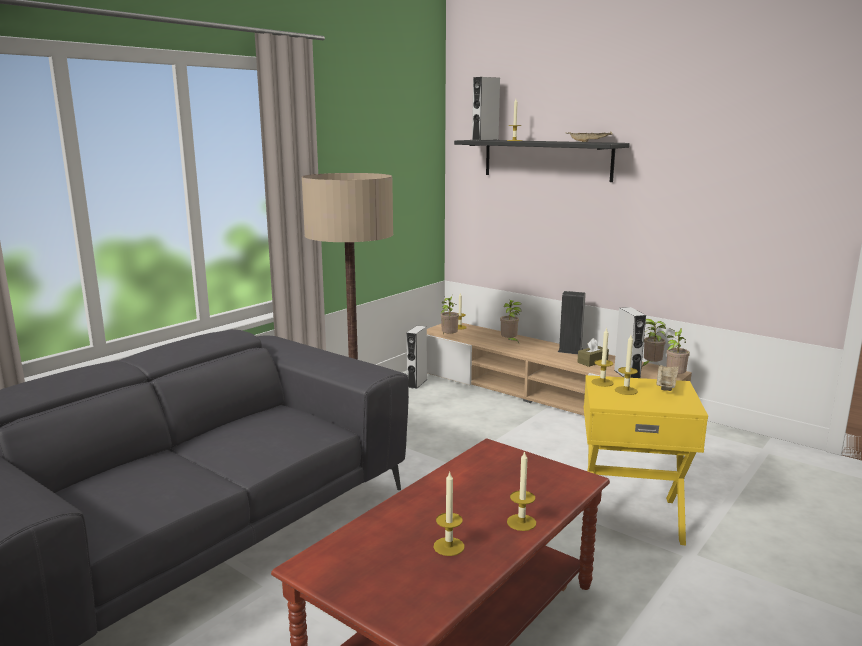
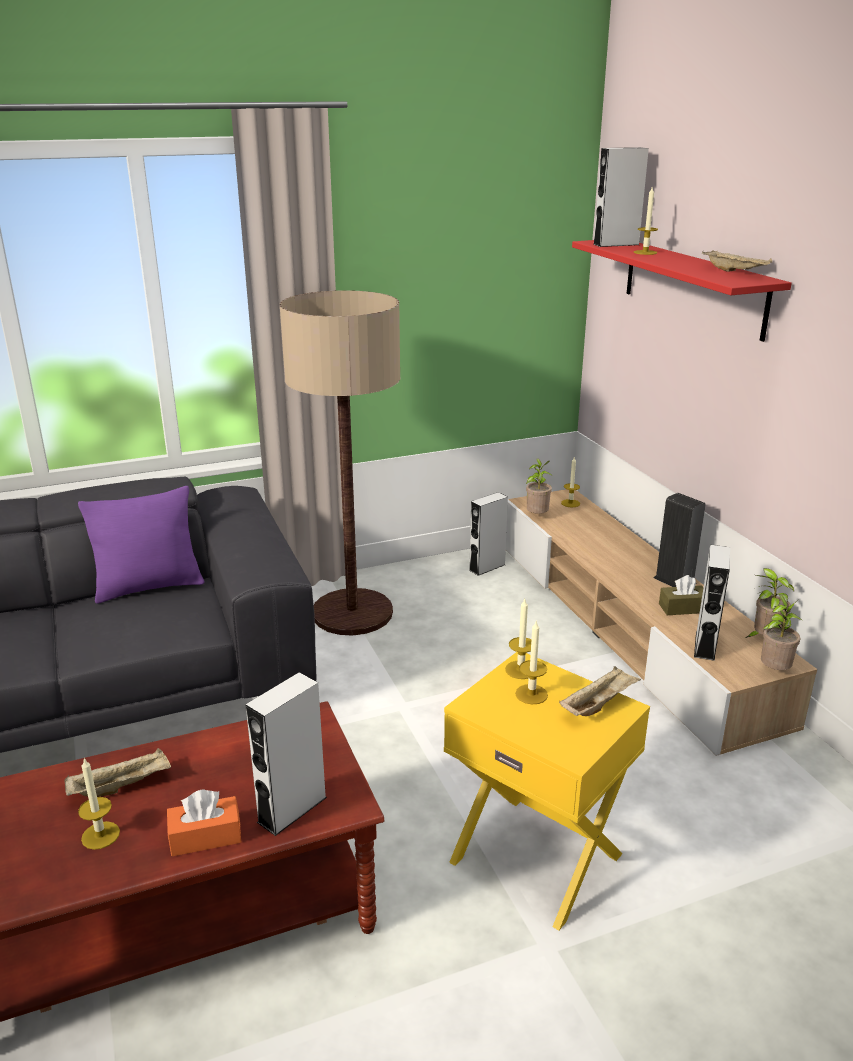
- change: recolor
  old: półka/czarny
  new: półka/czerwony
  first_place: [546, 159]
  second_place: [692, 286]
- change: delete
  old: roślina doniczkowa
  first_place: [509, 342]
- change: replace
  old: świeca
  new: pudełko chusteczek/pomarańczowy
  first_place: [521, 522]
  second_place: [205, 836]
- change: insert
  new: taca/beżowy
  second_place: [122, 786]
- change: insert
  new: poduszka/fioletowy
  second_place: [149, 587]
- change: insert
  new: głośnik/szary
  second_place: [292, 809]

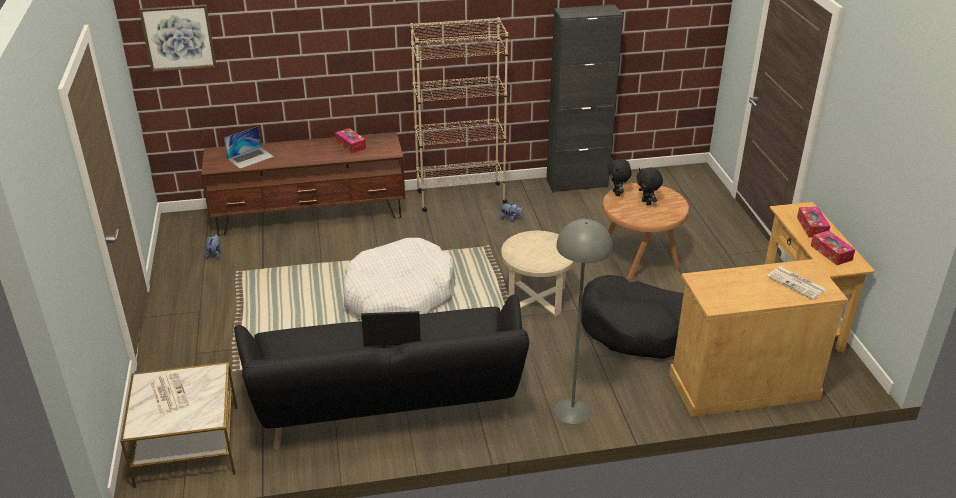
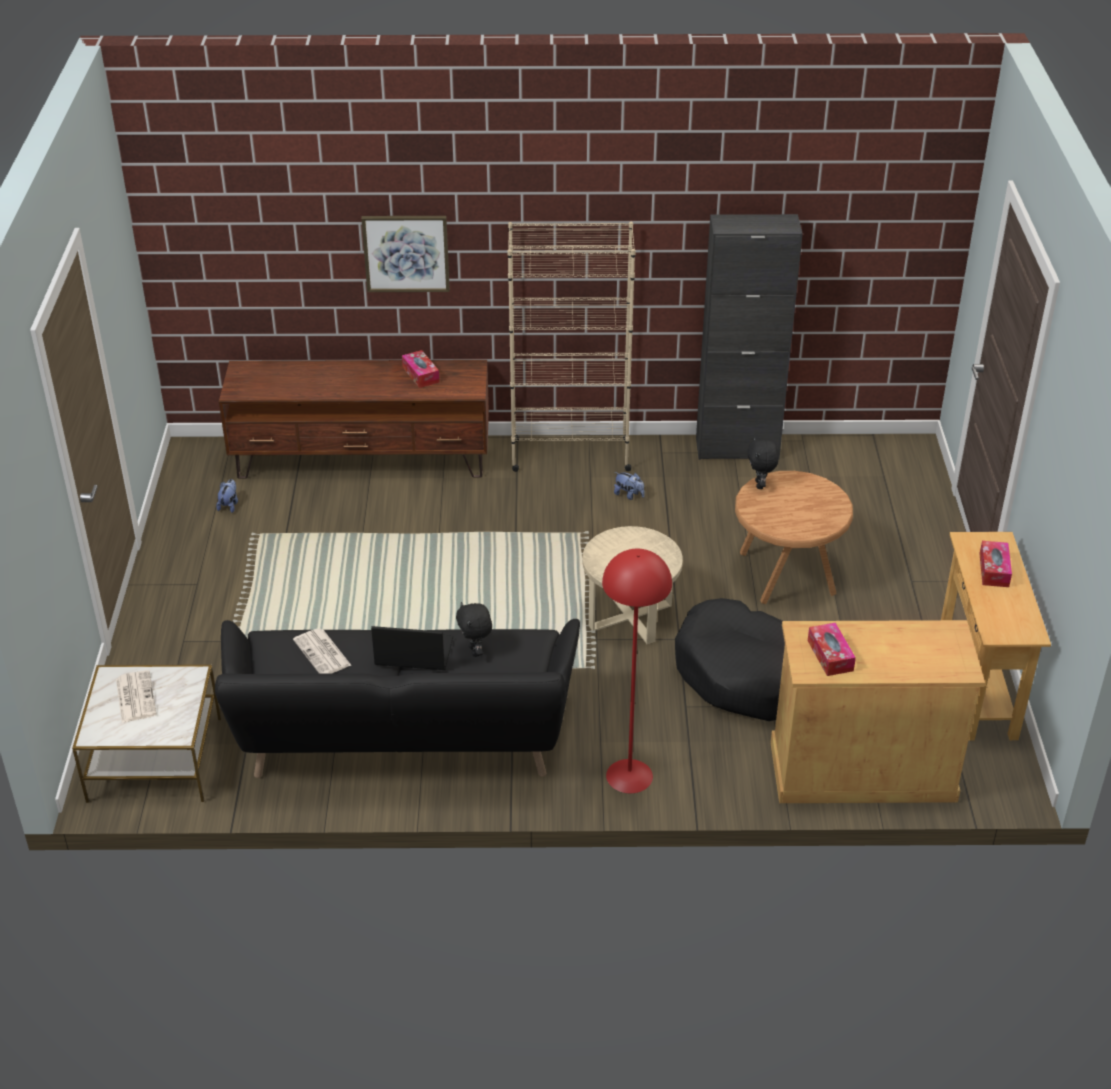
- change: move
  old: obraz
  first_place: [178, 37]
  second_place: [406, 253]
- change: delete
  old: laptop
  first_place: [250, 157]
- change: delete
  old: legowisko/biały
  first_place: [398, 295]
- change: recolor
  old: lampa stojąca/szary
  new: lampa stojąca/czerwony
  first_place: [572, 411]
  second_place: [629, 776]
- change: move
  old: pluszak/czarny
  first_place: [647, 202]
  second_place: [475, 651]
- change: move
  old: gazeta
  first_place: [797, 283]
  second_place: [323, 653]
- change: move
  old: pudełko chusteczek
  first_place: [831, 253]
  second_place: [830, 655]

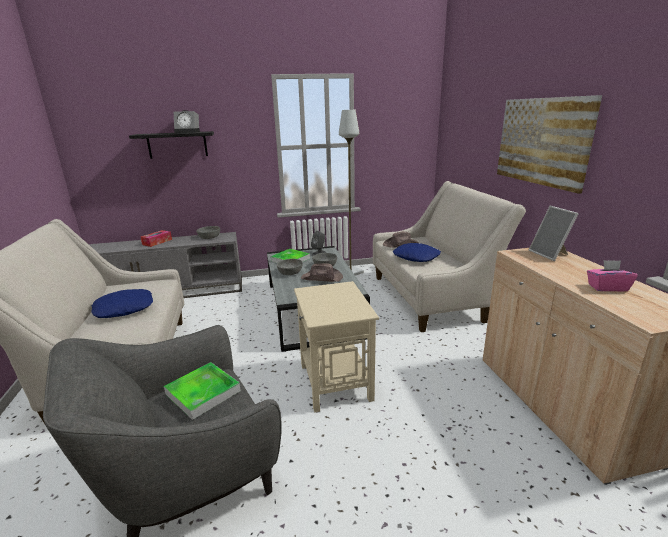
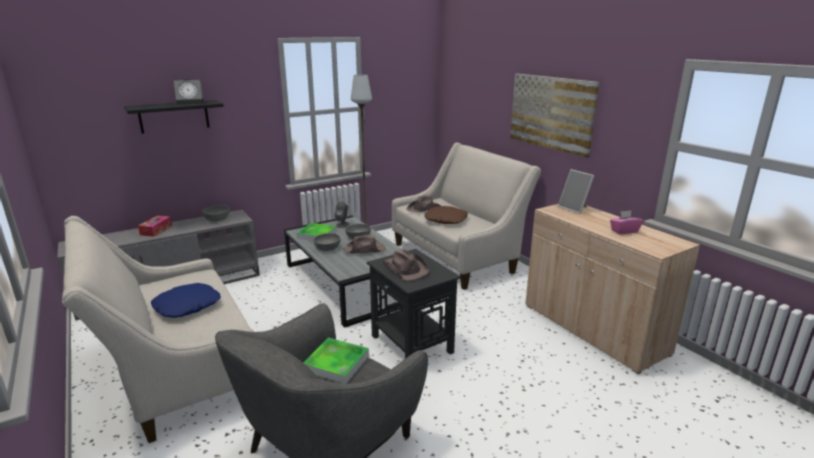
- change: recolor
  old: stolik/beżowy
  new: stolik/czarny
  first_place: [335, 382]
  second_place: [412, 344]
- change: recolor
  old: poduszka/niebieski
  new: poduszka/brązowy
  first_place: [416, 257]
  second_place: [446, 219]
- change: insert
  new: kapelusz/brązowy
  second_place: [405, 268]

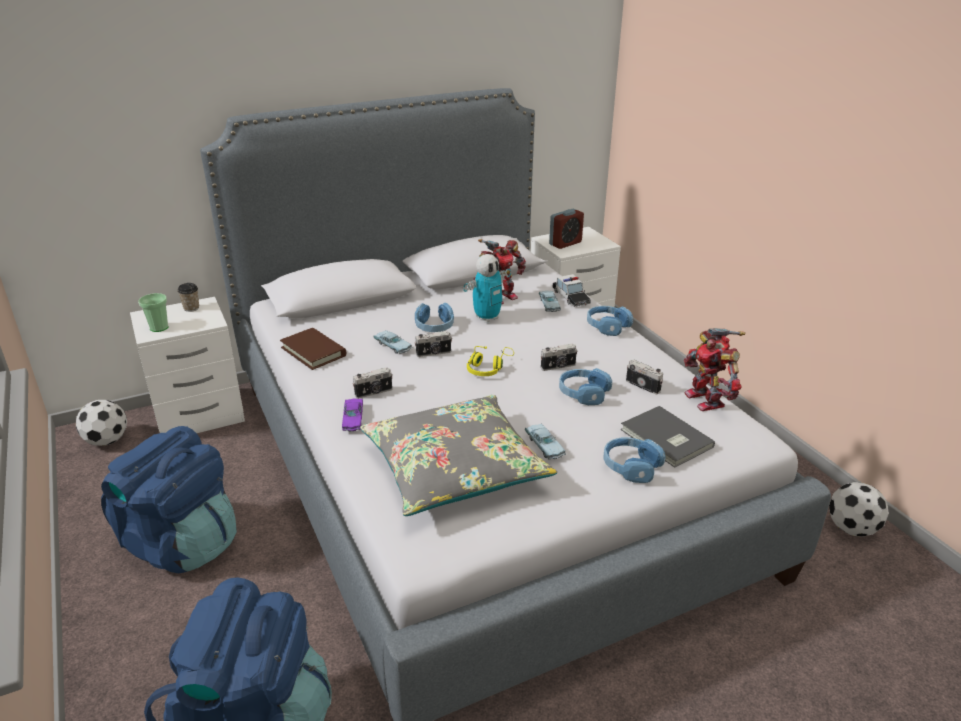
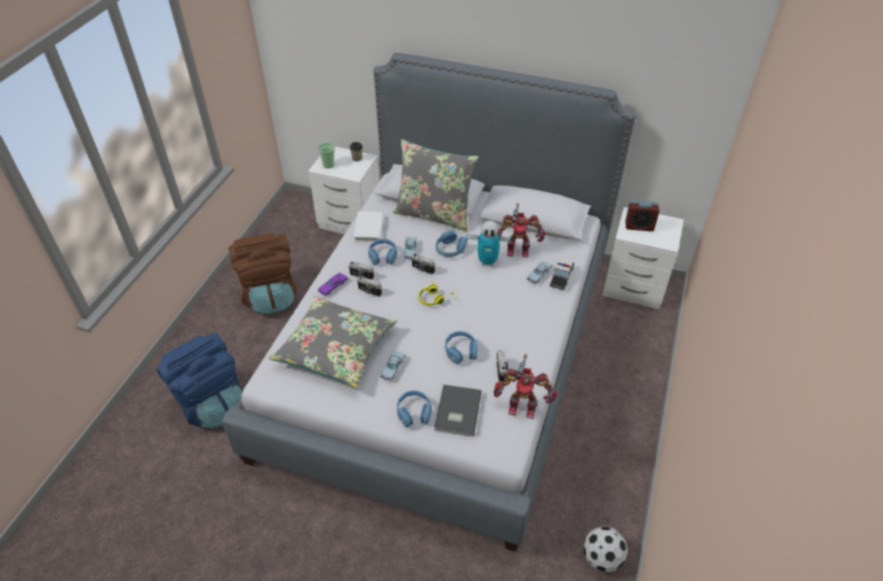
- change: delete
  old: piłka futbolowa
  first_place: [107, 440]
- change: recolor
  old: plecak/niebieski
  new: plecak/brązowy
  first_place: [181, 543]
  second_place: [270, 295]
- change: recolor
  old: książka/brązowy
  new: książka/biały
  first_place: [313, 351]
  second_place: [369, 229]
- change: move
  old: aparat fotograficzny
  first_place: [558, 367]
  second_place: [369, 291]
- change: move
  old: słuchawki/niebieski
  first_place: [607, 326]
  second_place: [383, 256]
- change: rotate
  old: robot zabawkowy
  first_place: [707, 399]
  second_place: [522, 406]
  degrees: -105
- change: insert
  new: poduszka/szary
  second_place: [434, 214]

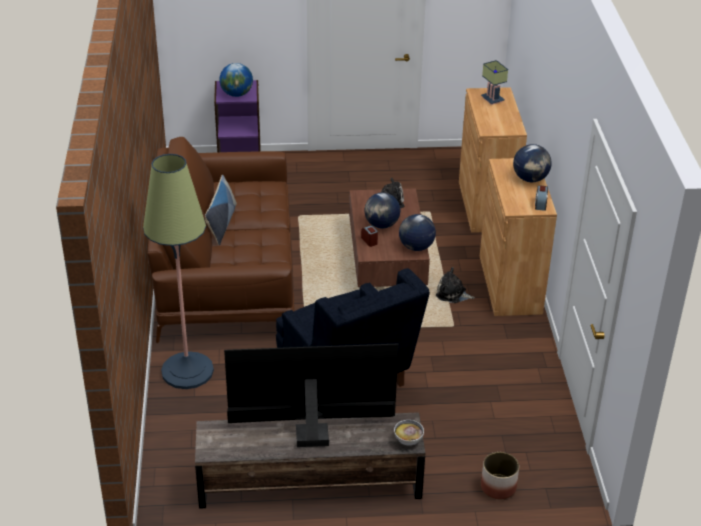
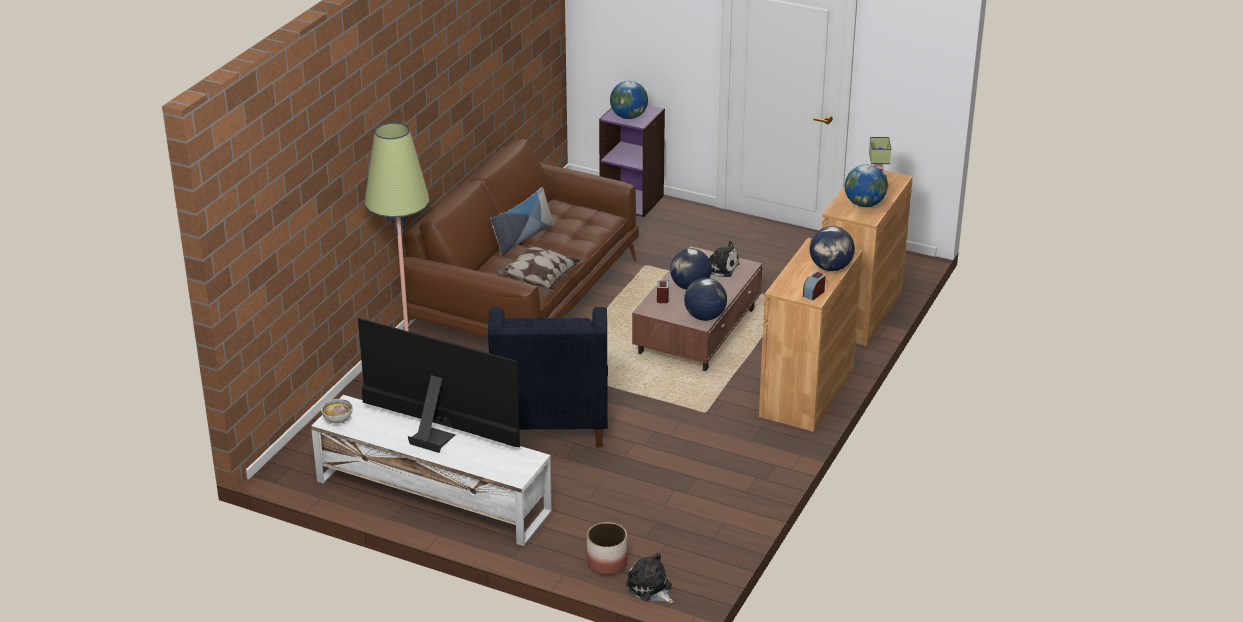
- change: recolor
  old: szafka pod telewizor/brązowy
  new: szafka pod telewizor/biały
  first_place: [308, 482]
  second_place: [432, 495]
- change: move
  old: miska
  first_place: [408, 441]
  second_place: [337, 420]
- change: move
  old: pluszak
  first_place: [452, 294]
  second_place: [650, 588]
- change: insert
  new: poduszka
  second_place: [538, 279]
- change: insert
  new: globus
  second_place: [864, 204]

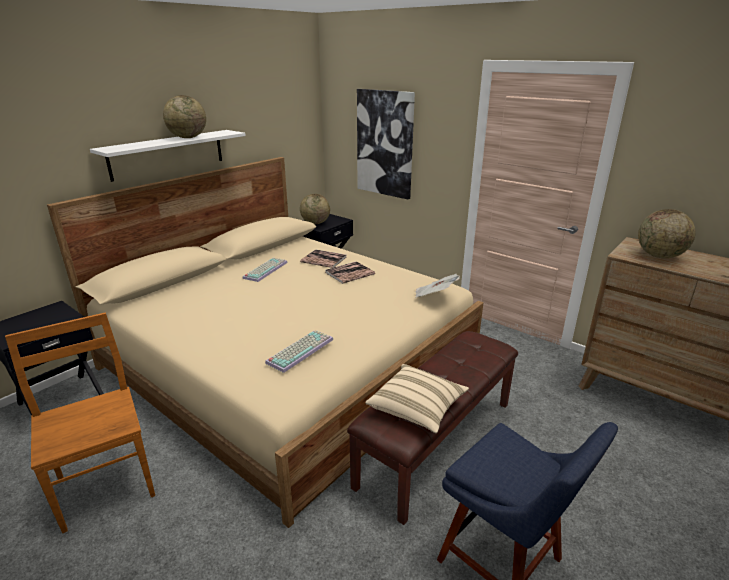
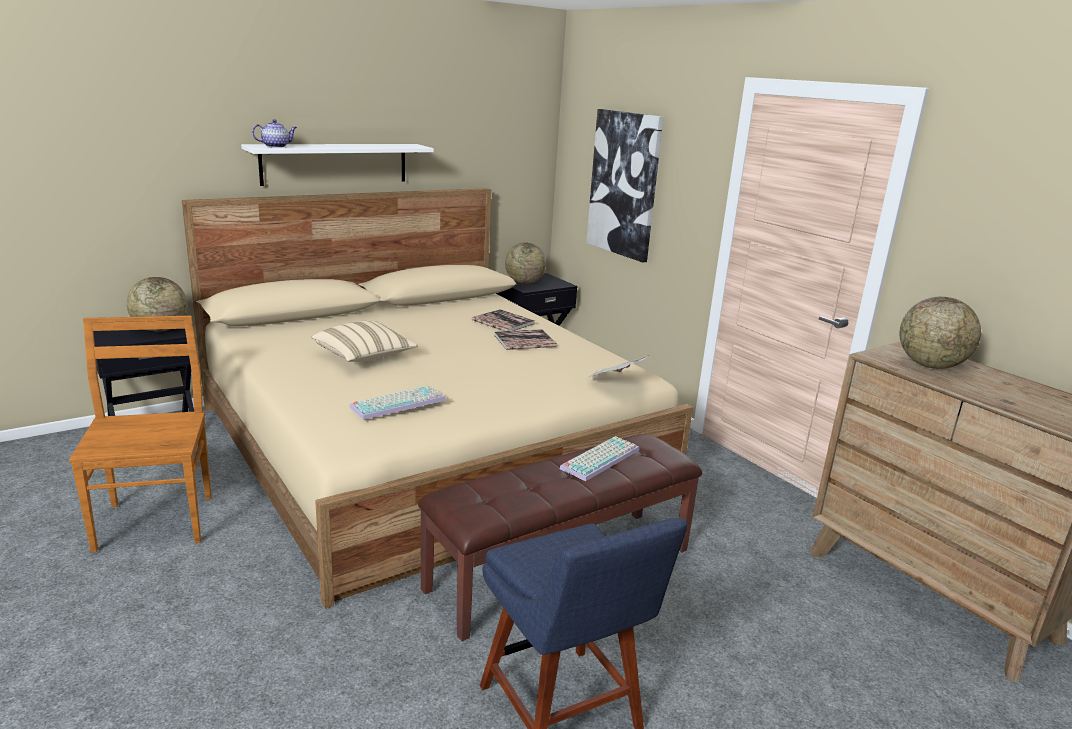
- change: move
  old: globus
  first_place: [188, 138]
  second_place: [160, 330]
- change: move
  old: klawiatura
  first_place: [265, 269]
  second_place: [599, 458]
- change: move
  old: poduszka/beżowy
  first_place: [417, 408]
  second_place: [364, 356]
- change: insert
  new: imbryk
  second_place: [276, 146]

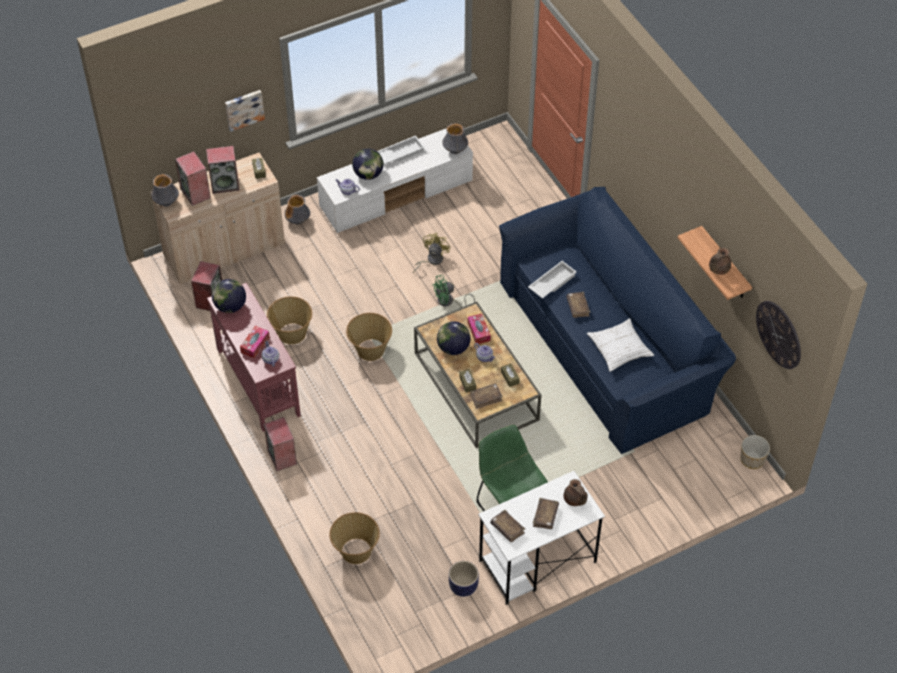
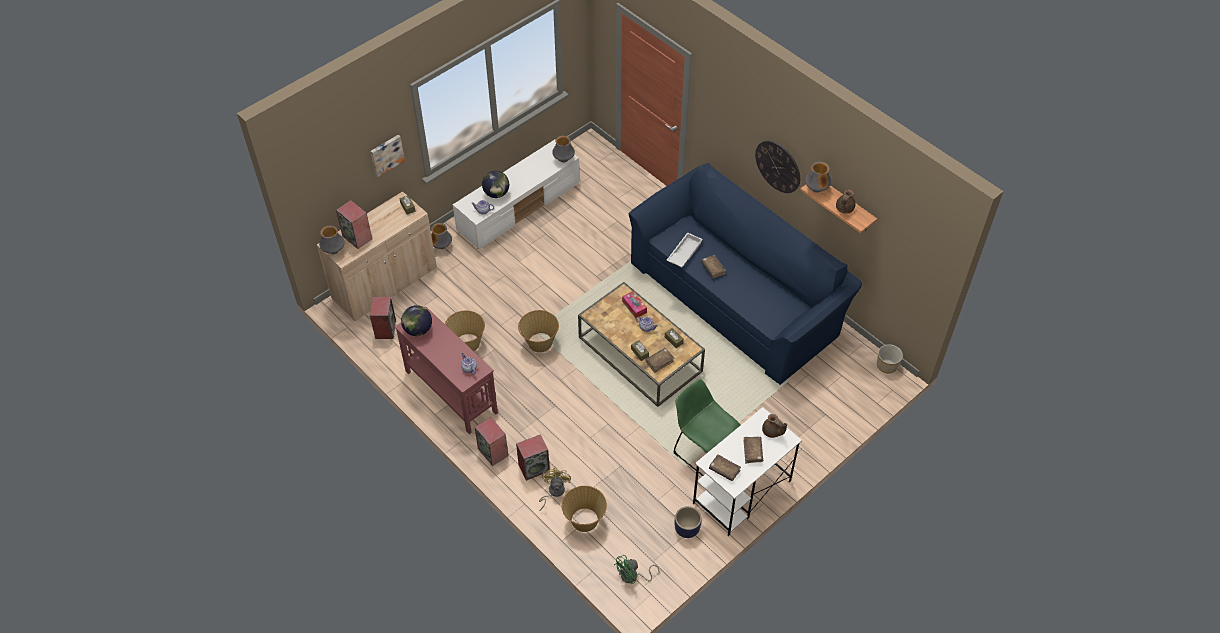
- change: move
  old: głośnik
  first_place: [225, 184]
  second_place: [534, 467]
- change: delete
  old: pudełko chusteczek
  first_place: [255, 345]
- change: delete
  old: taca/biały
  first_place: [400, 153]
- change: move
  old: wentylator/żółty
  first_place: [431, 260]
  second_place: [553, 492]
- change: move
  old: wentylator/zielony
  first_place: [448, 302]
  second_place: [633, 577]
- change: delete
  old: globus
  first_place: [453, 348]
- change: delete
  old: poduszka/biały
  first_place: [619, 349]
- change: move
  old: zegar ścienny
  first_place: [779, 334]
  second_place: [778, 166]
- change: insert
  new: wazon
  second_place: [816, 189]

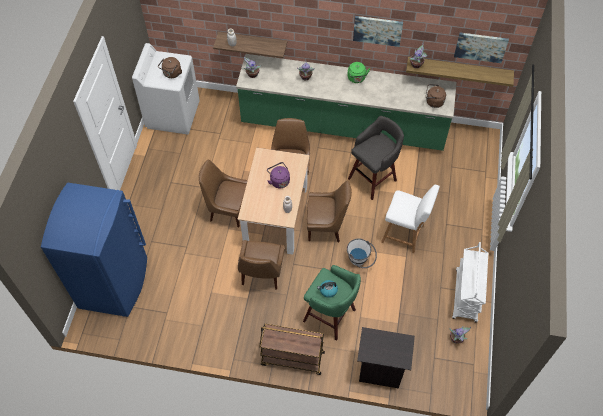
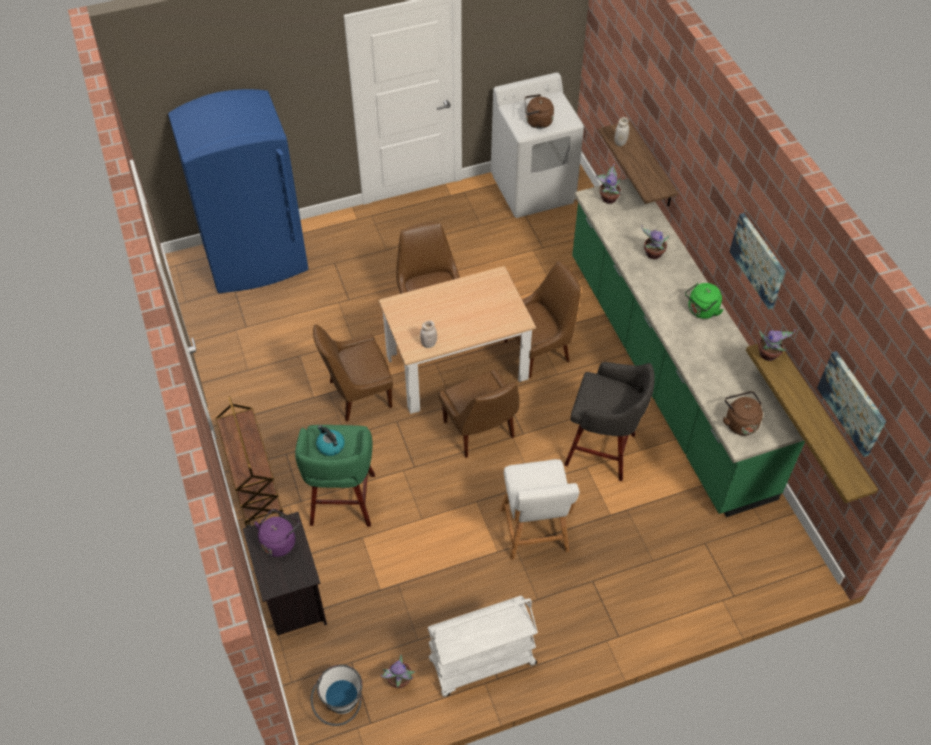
- change: move
  old: czajnik/fioletowy
  first_place: [279, 181]
  second_place: [279, 541]
- change: move
  old: wiadro/biały
  first_place: [360, 261]
  second_place: [340, 706]

